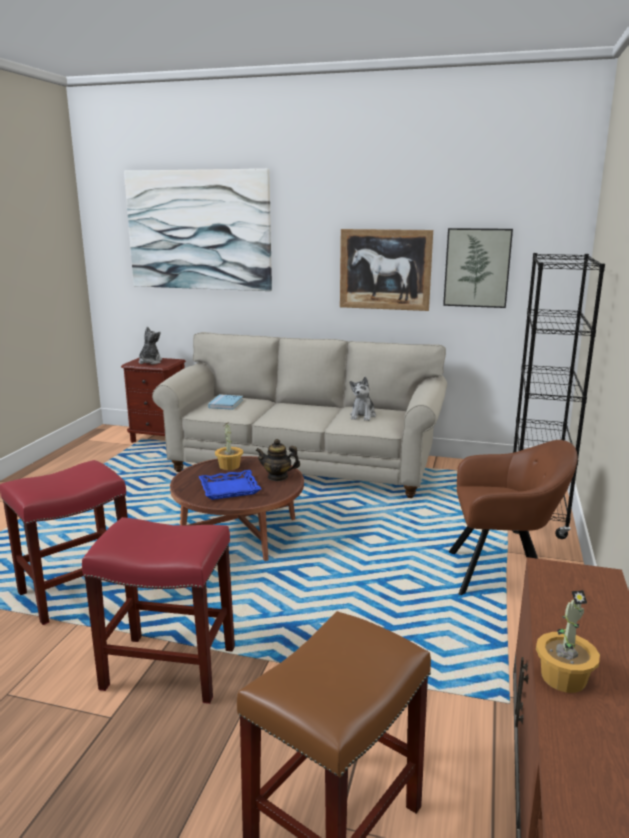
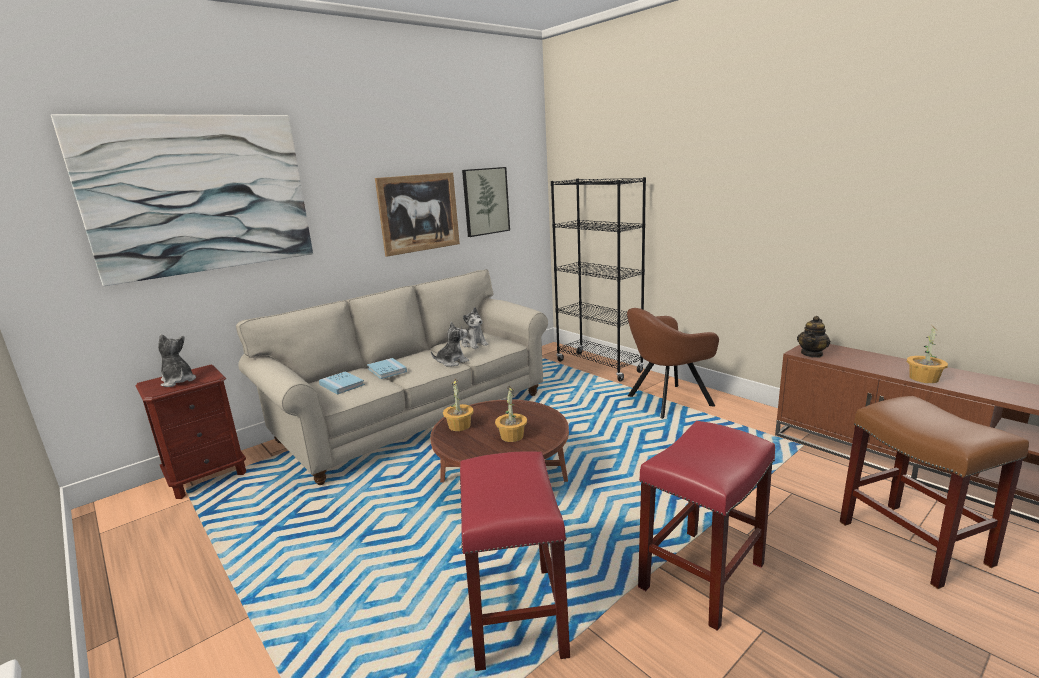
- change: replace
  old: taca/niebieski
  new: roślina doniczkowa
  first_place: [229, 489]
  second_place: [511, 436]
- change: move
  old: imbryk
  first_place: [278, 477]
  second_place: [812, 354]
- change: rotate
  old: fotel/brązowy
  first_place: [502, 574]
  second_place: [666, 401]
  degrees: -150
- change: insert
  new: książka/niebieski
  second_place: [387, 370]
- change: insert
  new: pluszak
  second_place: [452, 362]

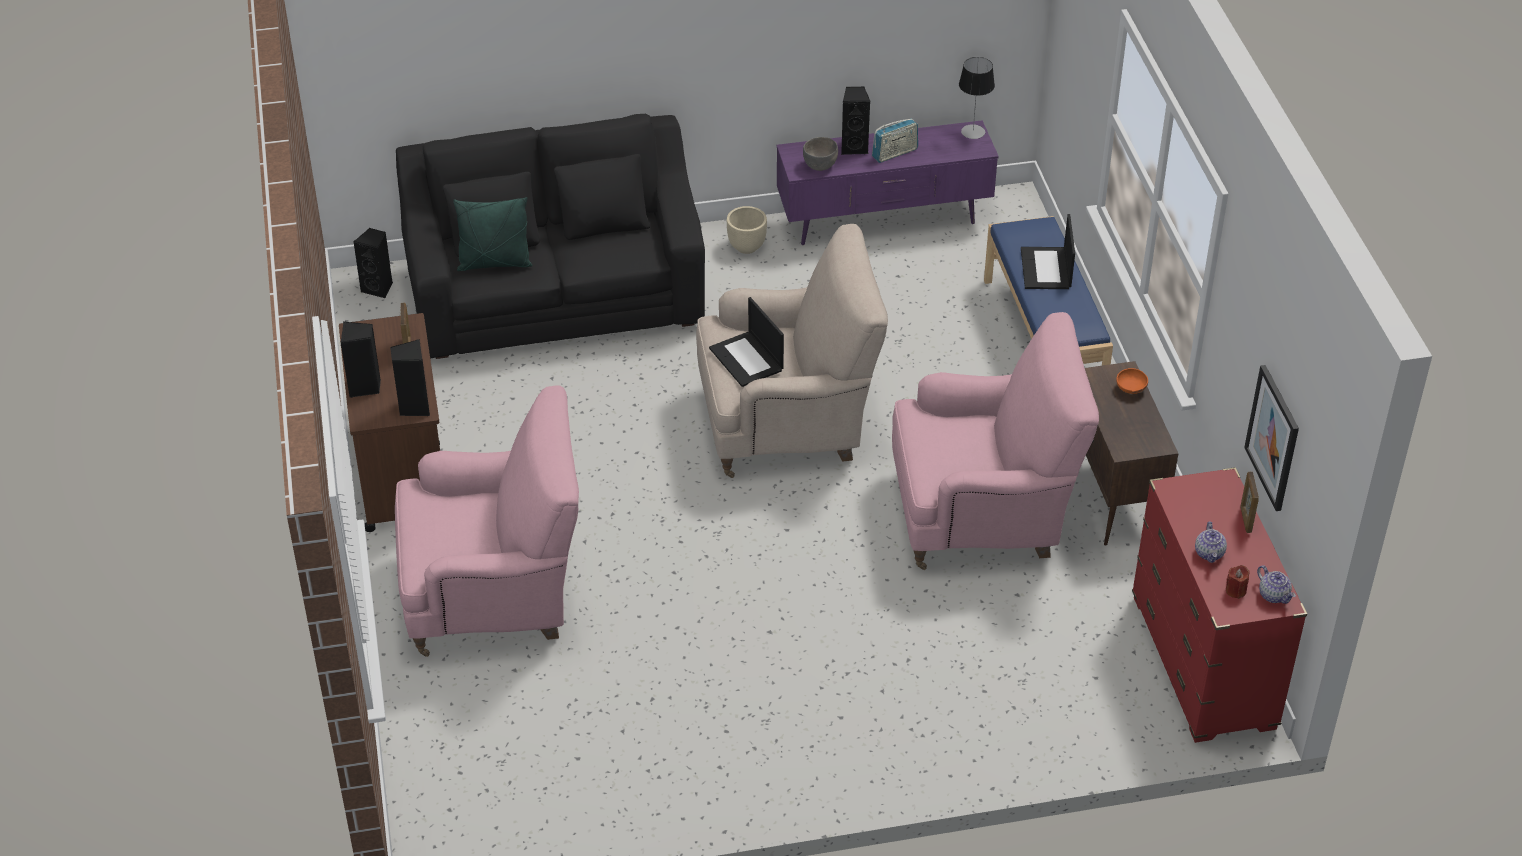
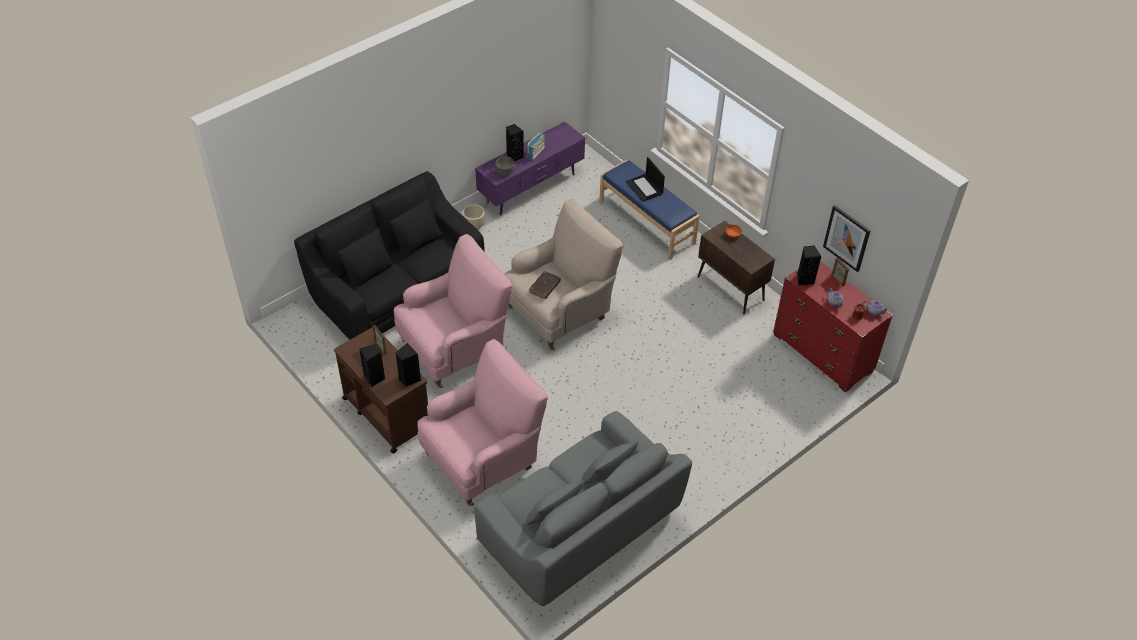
- change: move
  old: głośnik/czarny
  first_place: [378, 288]
  second_place: [804, 279]
- change: delete
  old: poduszka/zielony
  first_place: [494, 263]
- change: replace
  old: laptop
  new: książka/brązowy
  first_place: [747, 359]
  second_place: [544, 287]
- change: move
  old: fotel/różowy
  first_place: [982, 515]
  second_place: [455, 348]
- change: delete
  old: lampa stołowa
  first_place: [973, 132]
- change: insert
  new: kanapa/szary
  second_place: [580, 528]

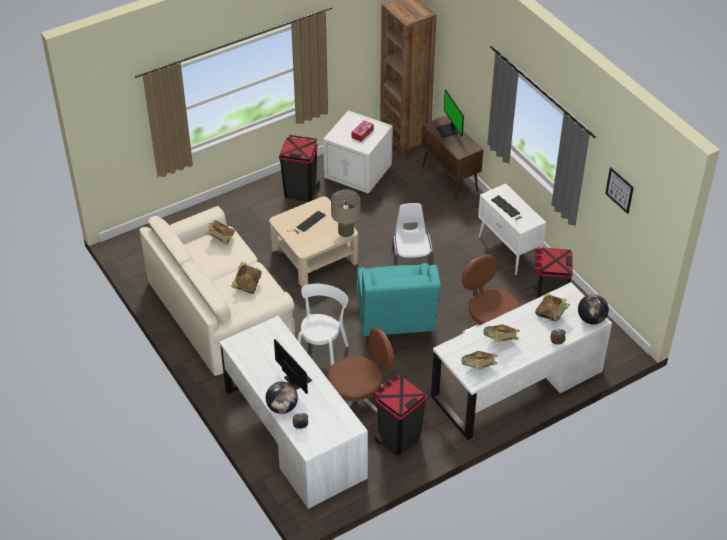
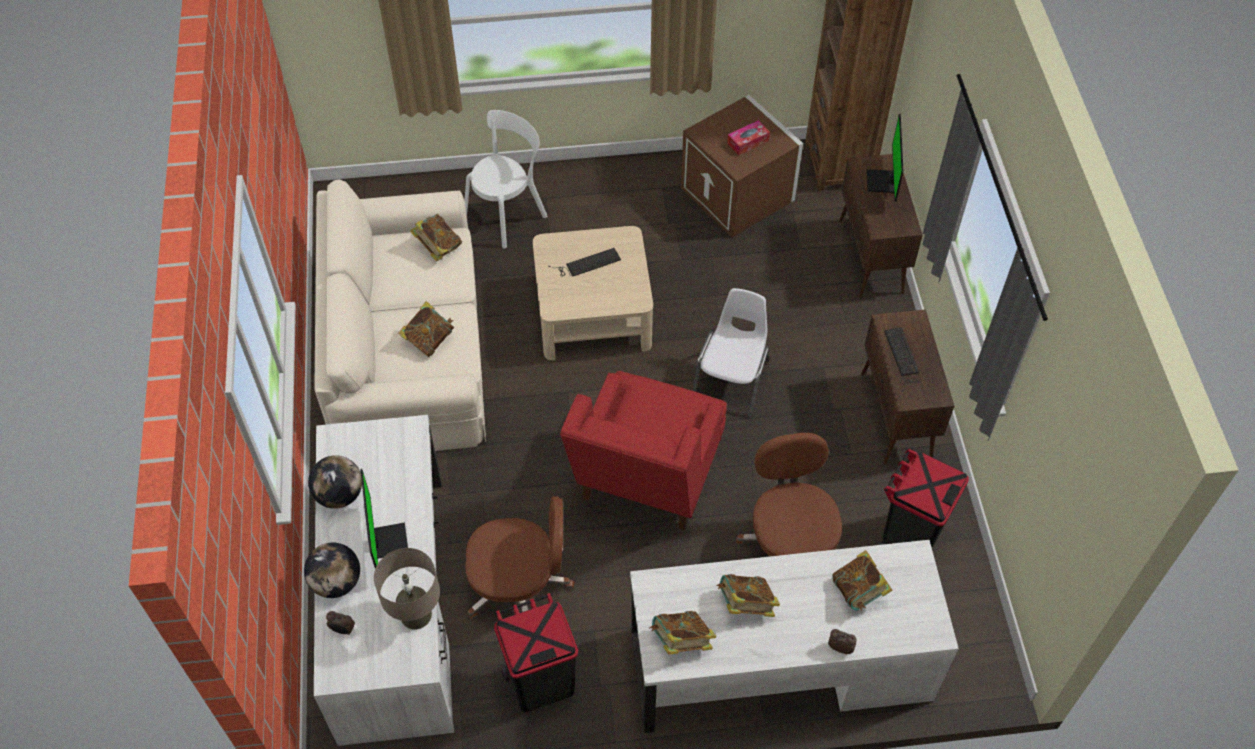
- change: delete
  old: kosz na śmieci/czarny
  first_place: [300, 191]
- change: move
  old: krzesło/biały
  first_place: [322, 352]
  second_place: [508, 213]
- change: recolor
  old: pojemnik do przechowywania/biały
  new: pojemnik do przechowywania/brązowy
  first_place: [359, 170]
  second_place: [739, 194]
- change: move
  old: lampa stołowa/beżowy
  first_place: [345, 231]
  second_place: [416, 615]
- change: recolor
  old: fotel/turkusowy
  new: fotel/czerwony
  first_place: [395, 325]
  second_place: [647, 480]
- change: recolor
  old: szafka/biały
  new: szafka/brązowy
  first_place: [508, 251]
  second_place: [896, 417]
- change: move
  old: globus
  first_place: [591, 319]
  second_place: [339, 495]
- change: delete
  old: obraz
  first_place: [619, 190]

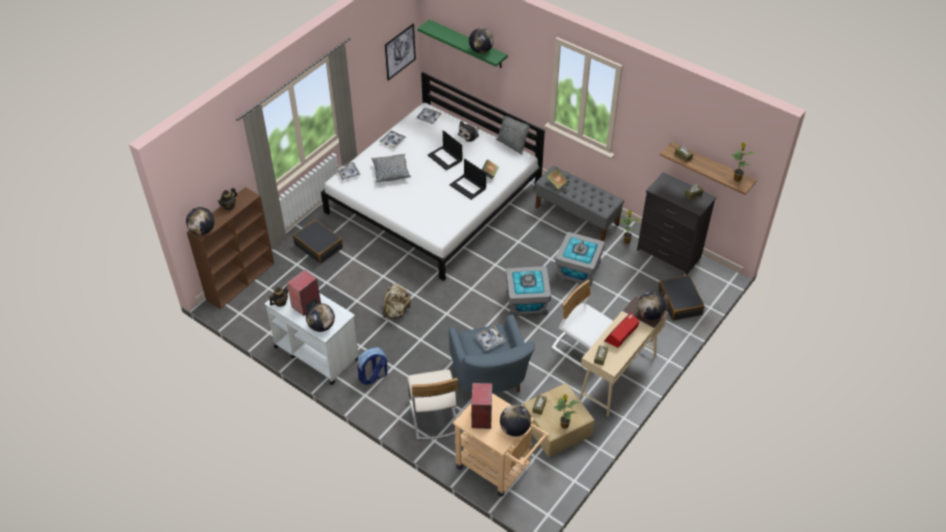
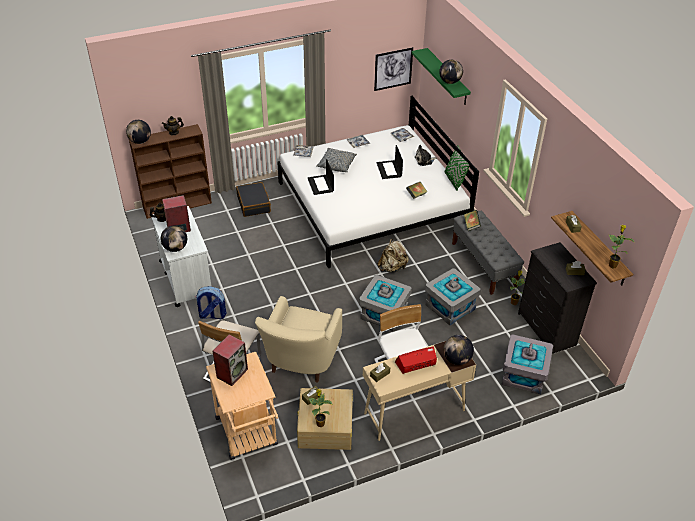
- change: move
  old: plecak/beżowy
  first_place: [396, 311]
  second_place: [392, 268]
- change: recolor
  old: fotel/niebieski
  new: fotel/beżowy
  first_place: [490, 381]
  second_place: [301, 362]
- change: move
  old: laptop
  first_place: [468, 187]
  second_place: [321, 185]
- change: delete
  old: taca
  first_place: [489, 340]
- change: recolor
  old: poduszka/szary
  new: poduszka/zielony
  first_place: [512, 145]
  second_place: [454, 180]
- change: delete
  old: globus
  first_place: [514, 429]
- change: replace
  old: walizka/czarny
  new: pojemnik do przechowywania/szary
  first_place: [679, 302]
  second_place: [524, 375]

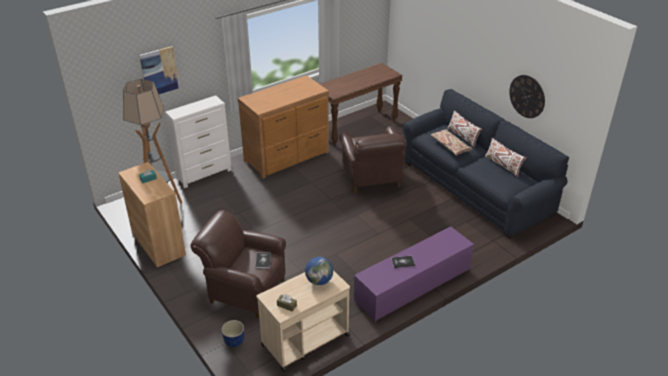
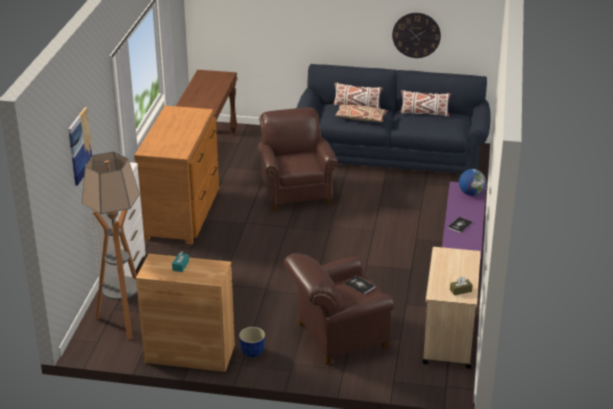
- change: move
  old: donica
  first_place: [234, 342]
  second_place: [252, 353]
- change: move
  old: globus
  first_place: [319, 281]
  second_place: [471, 193]
- change: rotate
  old: fotel/brązowy
  first_place: [372, 178]
  second_place: [295, 191]
  degrees: -135

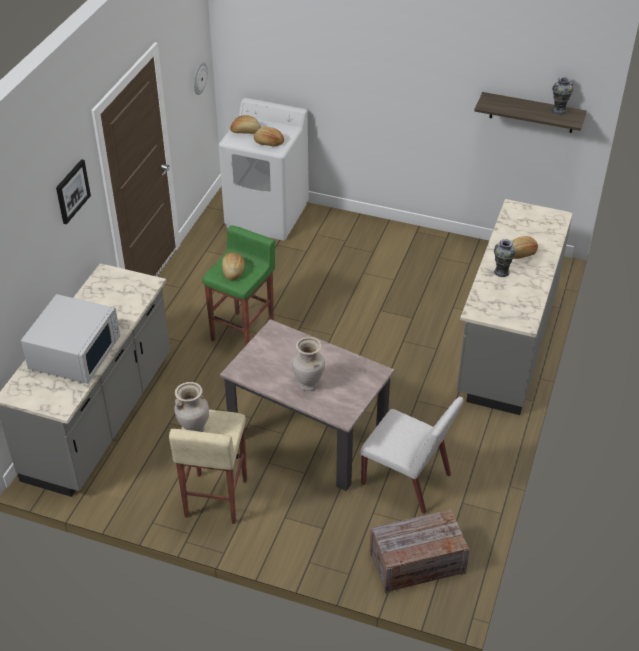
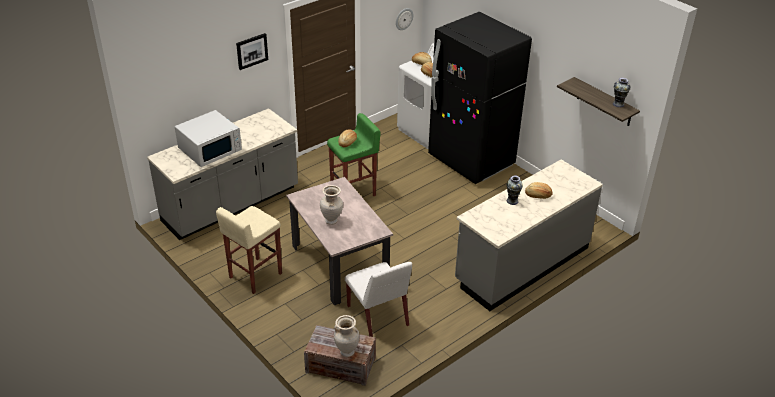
- change: move
  old: wazon/beżowy
  first_place: [194, 430]
  second_place: [347, 352]
- change: insert
  new: lodówka/czarny
  second_place: [471, 161]

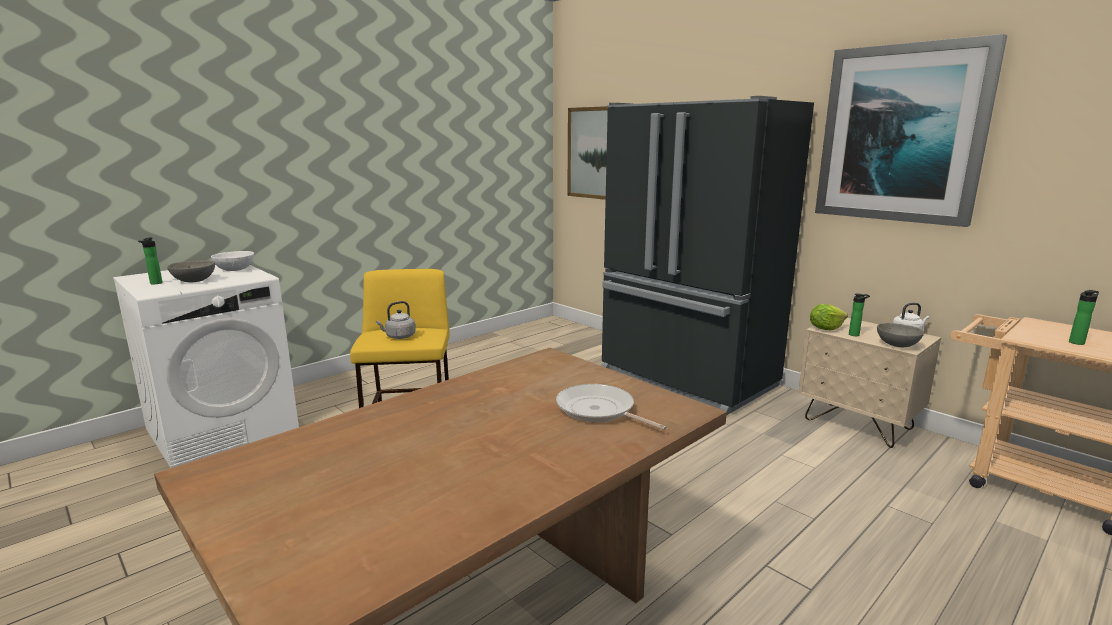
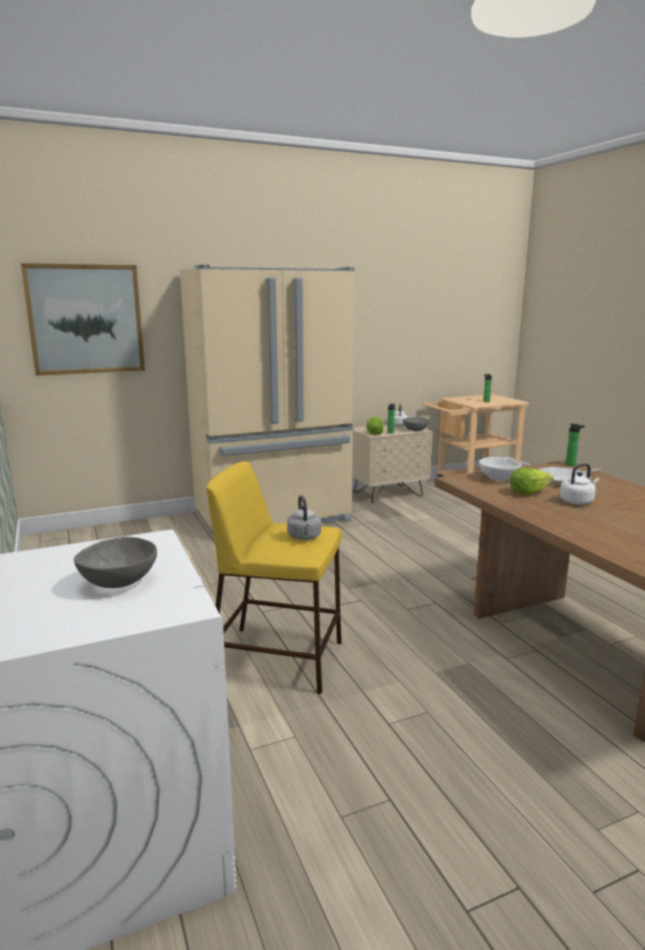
- change: move
  old: butelka
  first_place: [155, 283]
  second_place: [572, 465]
- change: move
  old: miska/biały
  first_place: [235, 270]
  second_place: [498, 479]
- change: recolor
  old: lodówka/czarny
  new: lodówka/beżowy
  first_place: [686, 379]
  second_place: [274, 518]
- change: delete
  old: obraz
  first_place: [902, 134]
- change: insert
  new: sałata
  second_place: [528, 492]
- change: insert
  new: czajnik/biały
  second_place: [577, 501]

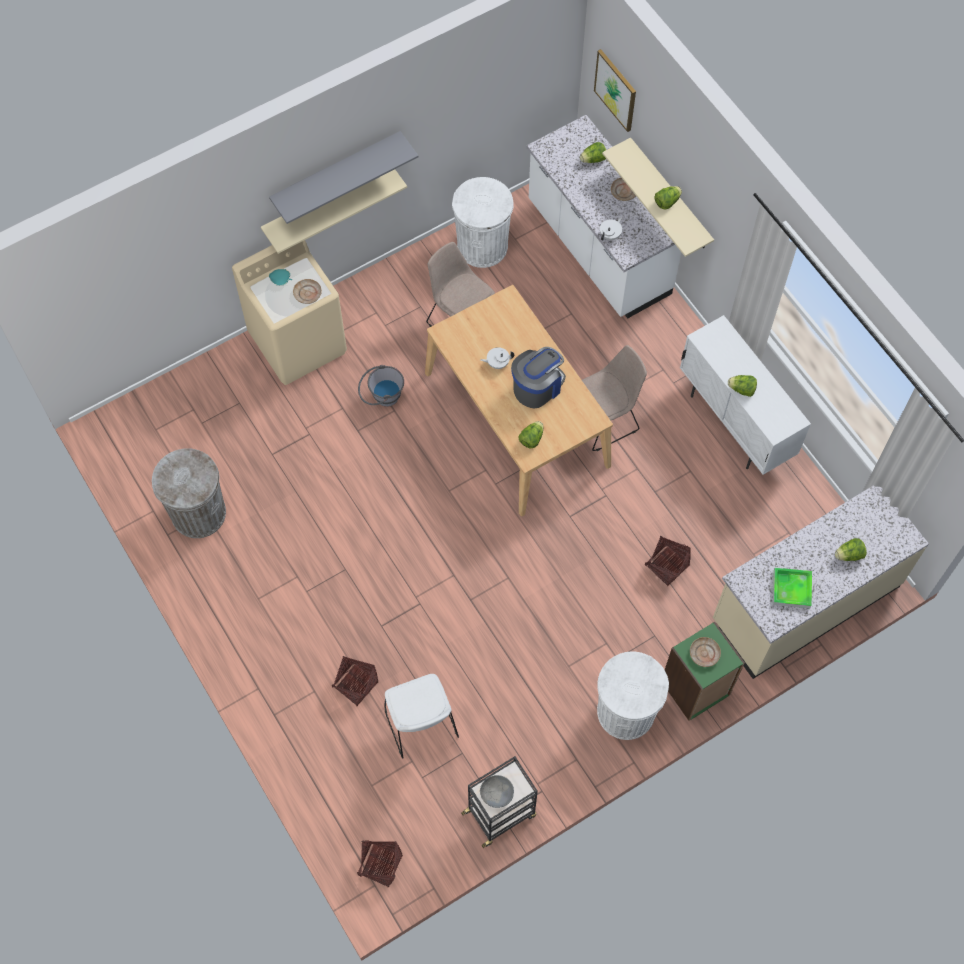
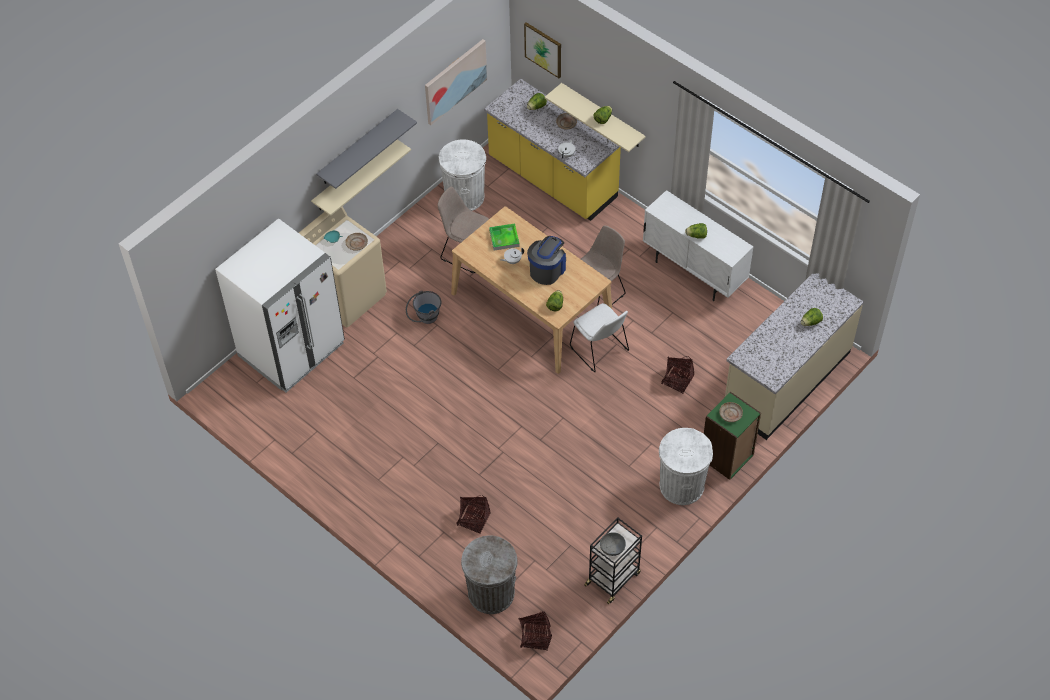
- change: move
  old: kosz na śmieci/szary
  first_place: [198, 513]
  second_place: [491, 593]
- change: move
  old: krzesło/biały
  first_place: [421, 725]
  second_place: [600, 350]
- change: recolor
  old: zabudowa kuchenna/biały
  new: zabudowa kuchenna/żółty
  first_place: [597, 249]
  second_place: [552, 179]
- change: move
  old: taca
  first_place: [791, 589]
  second_place: [504, 238]
- change: insert
  new: lodówka/biały
  second_place: [292, 350]
- change: insert
  new: obraz
  second_place: [455, 81]

